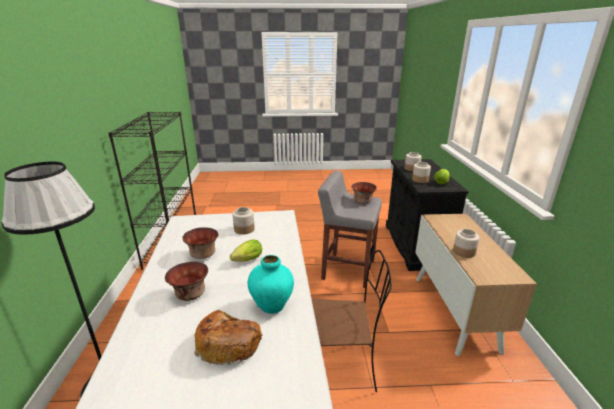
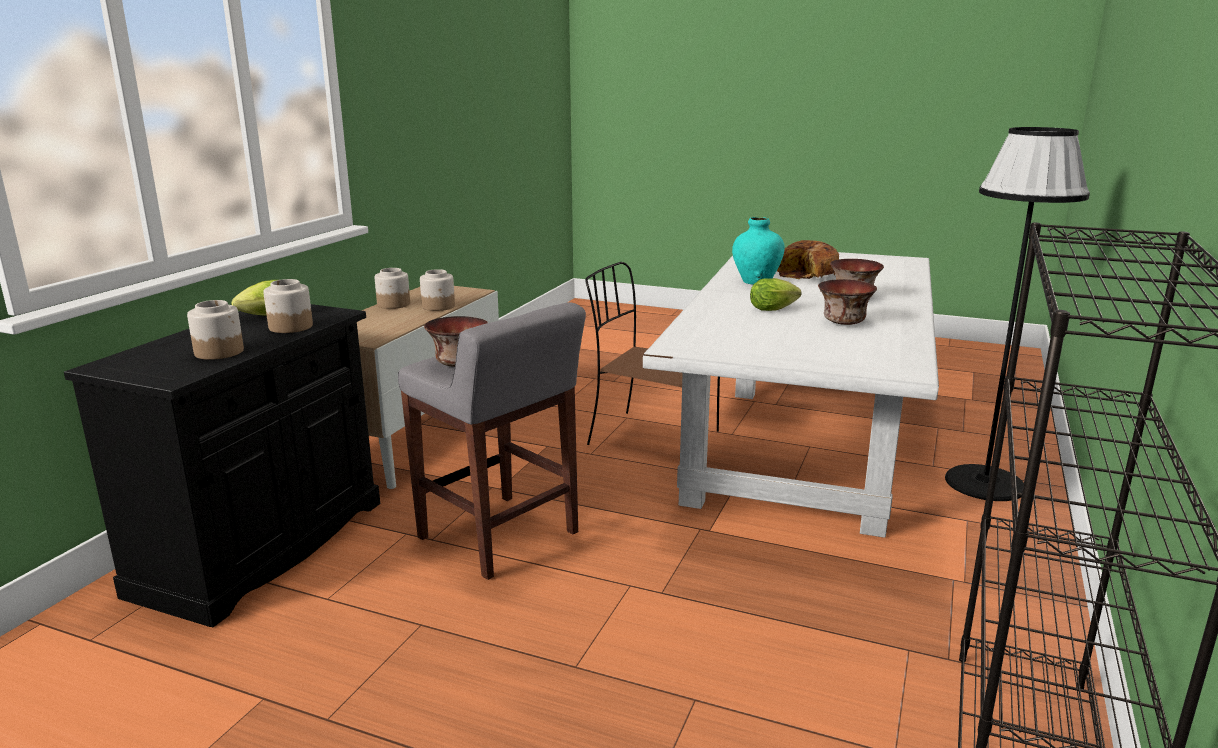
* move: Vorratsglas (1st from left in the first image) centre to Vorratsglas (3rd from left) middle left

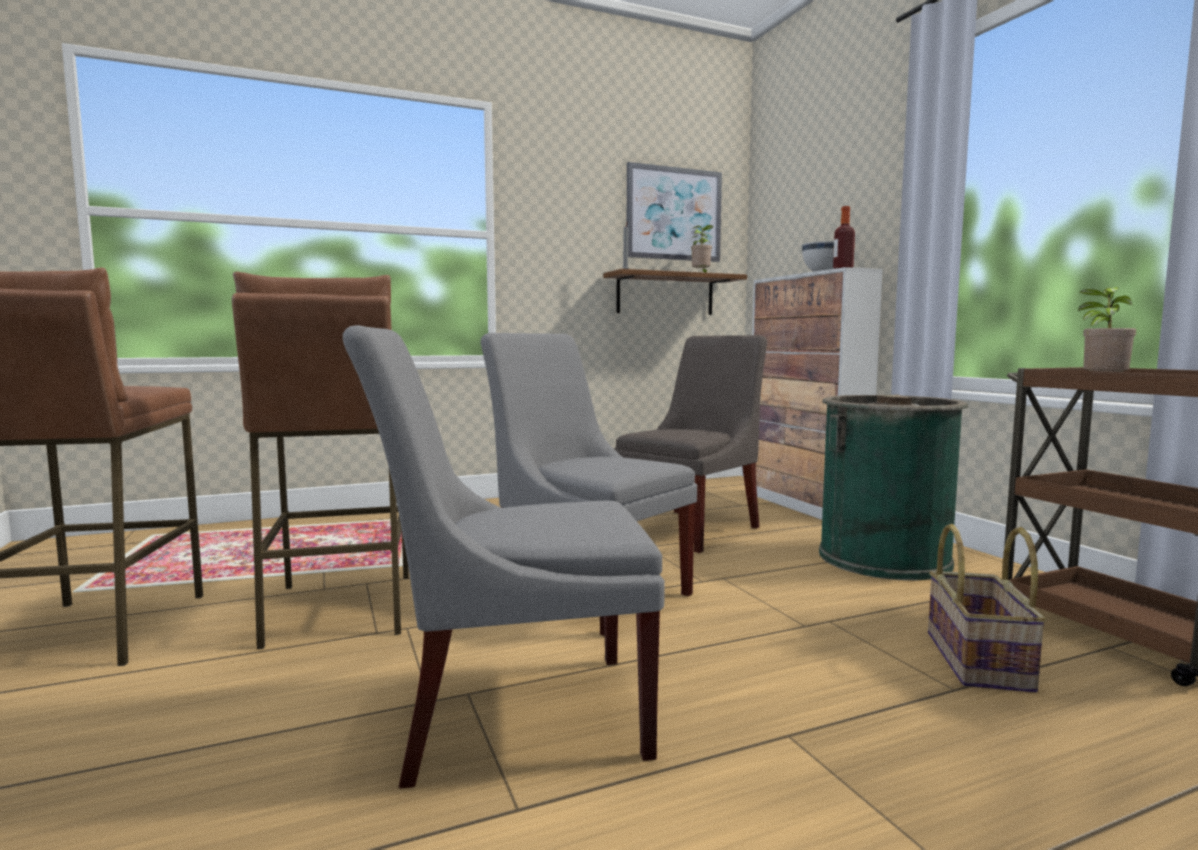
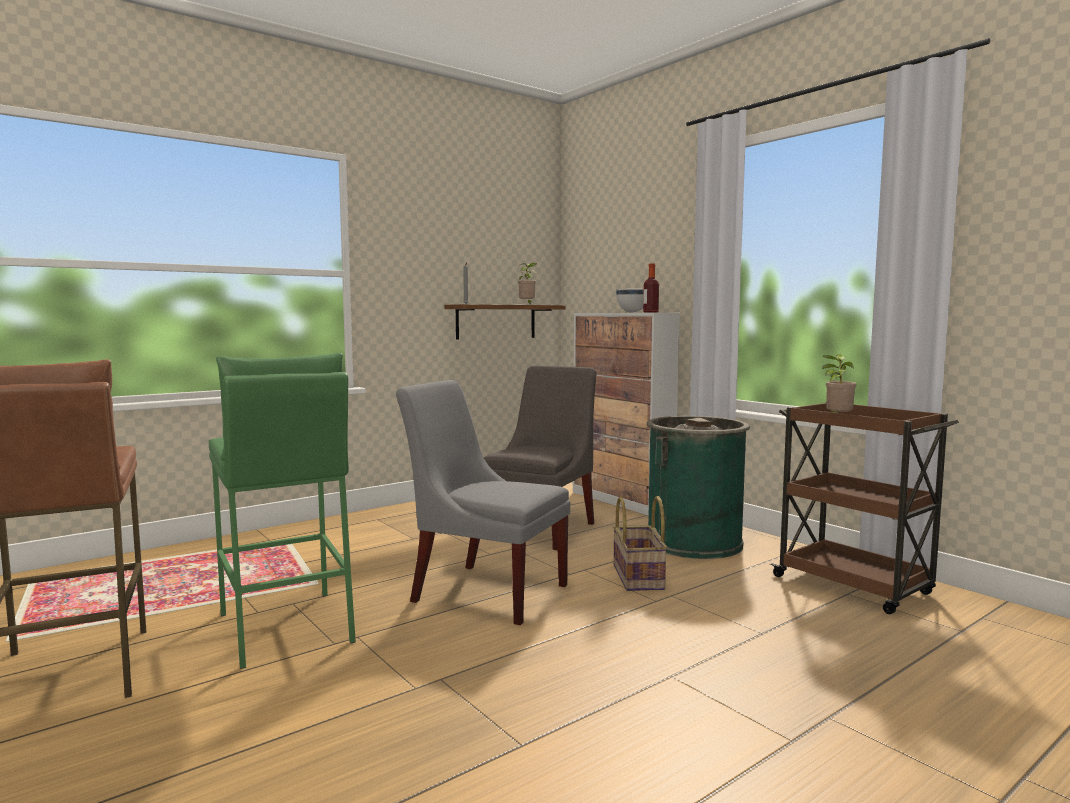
* recolor: Hocker/braun (2nd from left) middle left to Hocker/grün middle left
* delete: Stuhl/grau (1st from left) centre
* delete: Bild top centre
* move: Korb bottom right to bottom centre

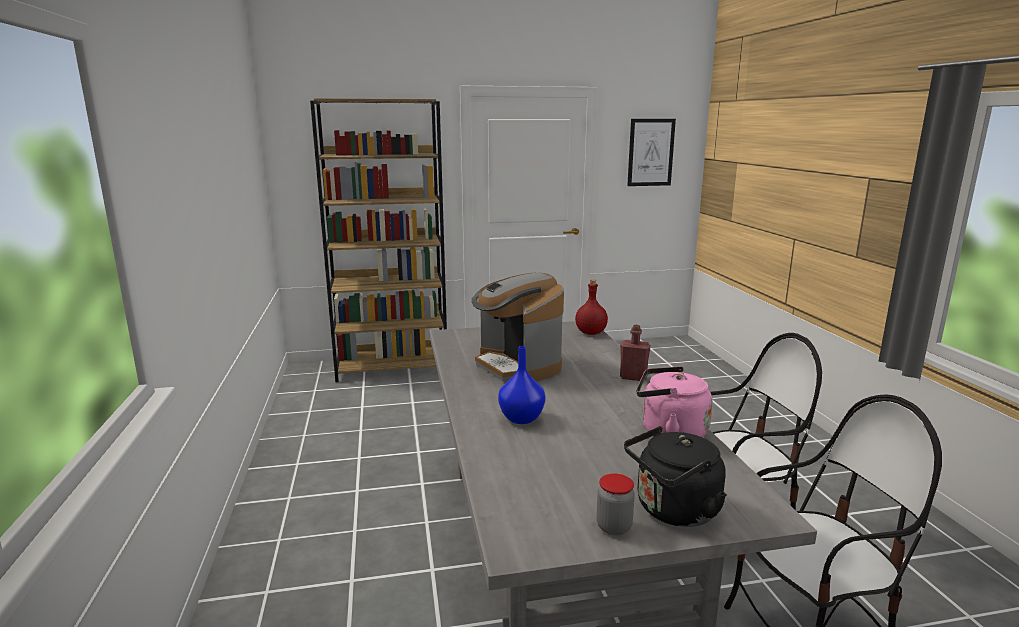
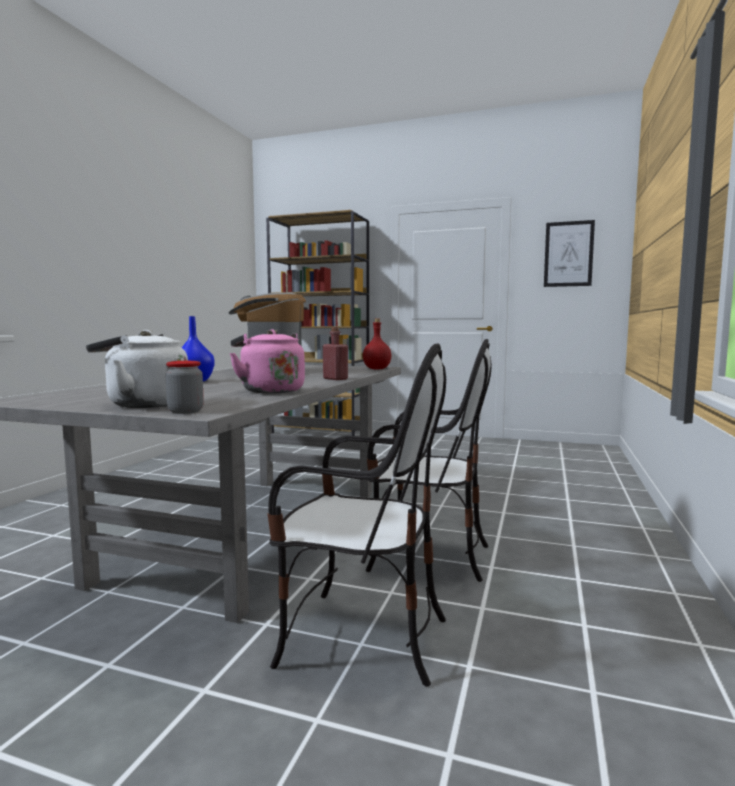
* move: Vorratsglas bottom centre to middle left
* recolor: Wasserkessel/schwarz bottom centre to Wasserkessel/weiß middle left

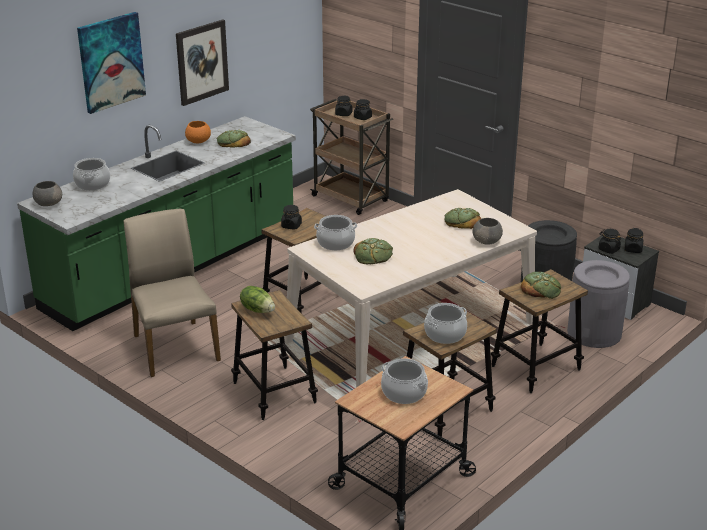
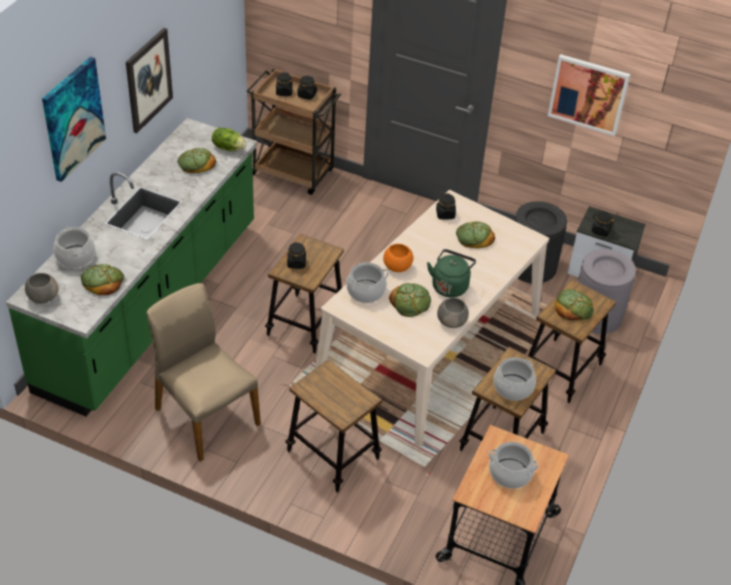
* move: Schüssel/orange top left to centre
* move: Salatkopf centre to top left
* move: Schüssel/grau (2nd from left) middle right to centre
* move: Vorratsglas/schwarz (5th from left in the first image) middle right to Vorratsglas/schwarz (4th from left) centre
* insert: Brot (1st from left) middle left
* insert: Wasserkessel/grün centre
* insert: Bild (3rd from left) top right

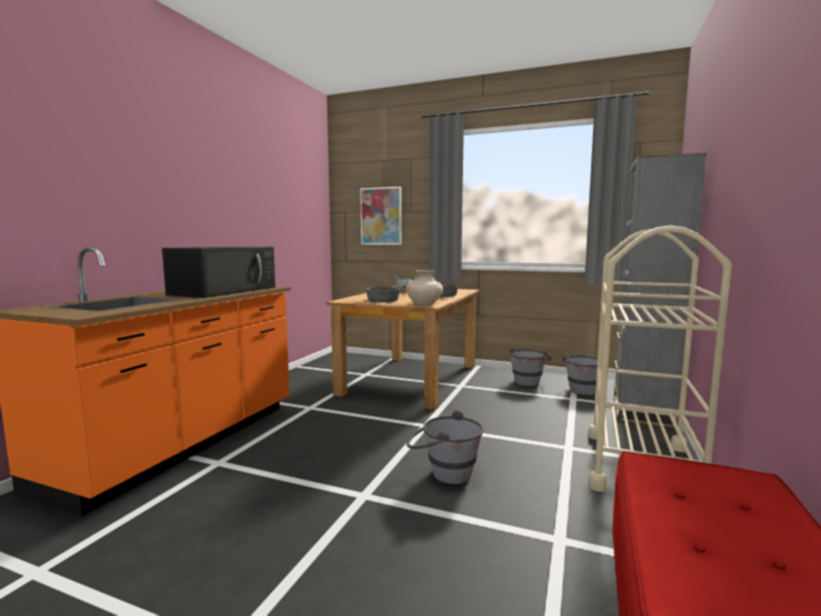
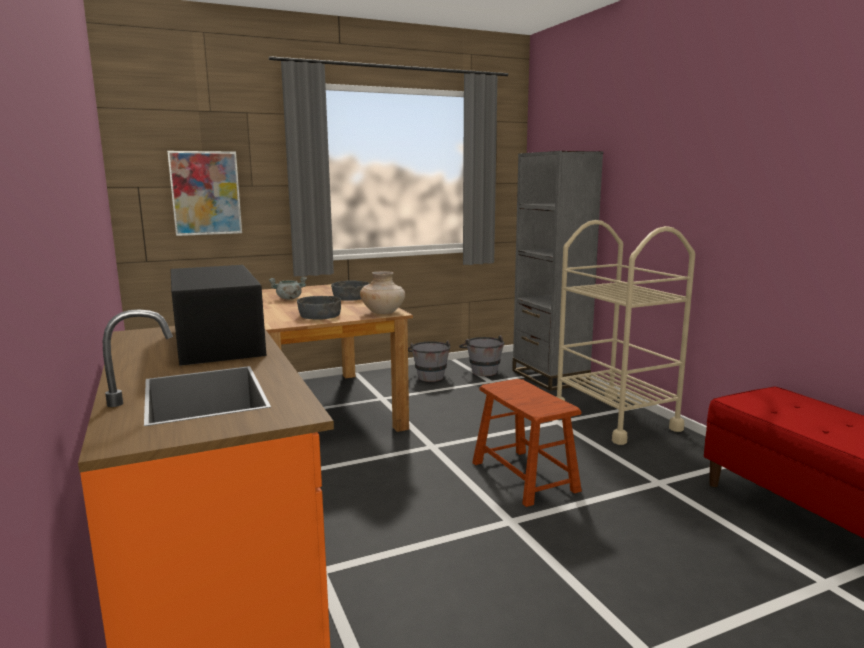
* replace: Eimer/grau (1st from left) bottom centre to Hocker/braun bottom centre

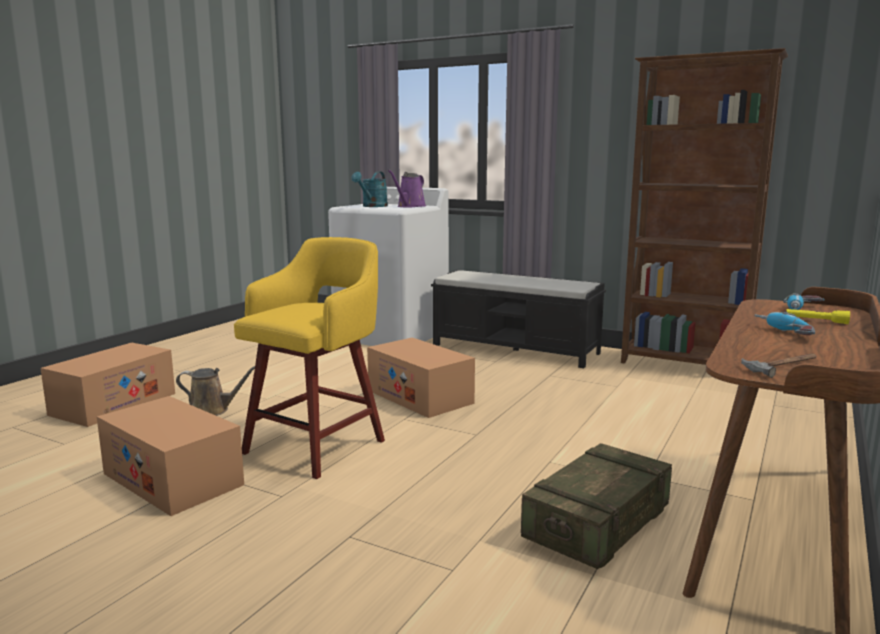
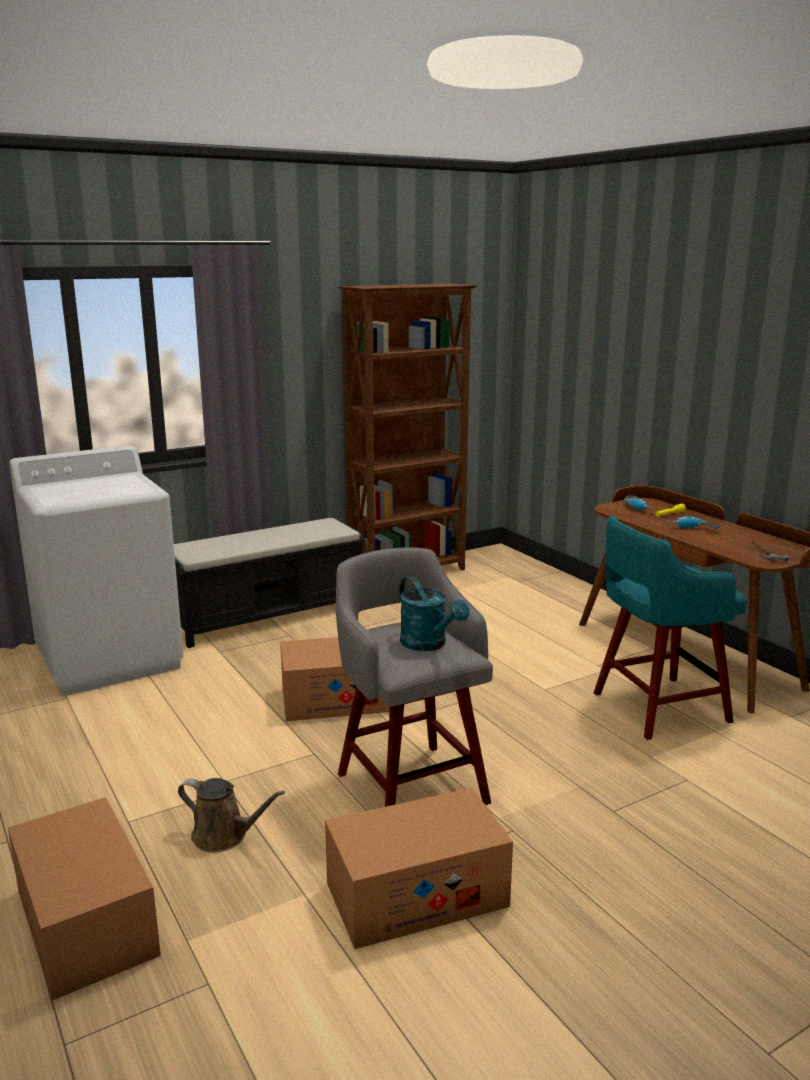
* rotate: Gießkanne/braun middle left = bottom left 75 degrees clockwise
* recolor: Hocker/gelb centre to Hocker/grau centre
* move: Gießkanne/türkis top centre to centre
* delete: Gießkanne/lila top centre
* replace: Kiste bottom right to Hocker/türkis middle right

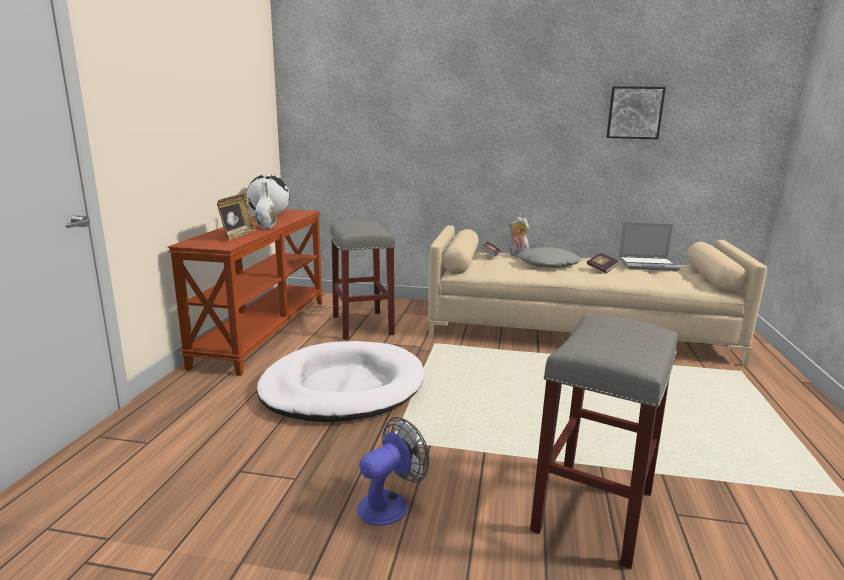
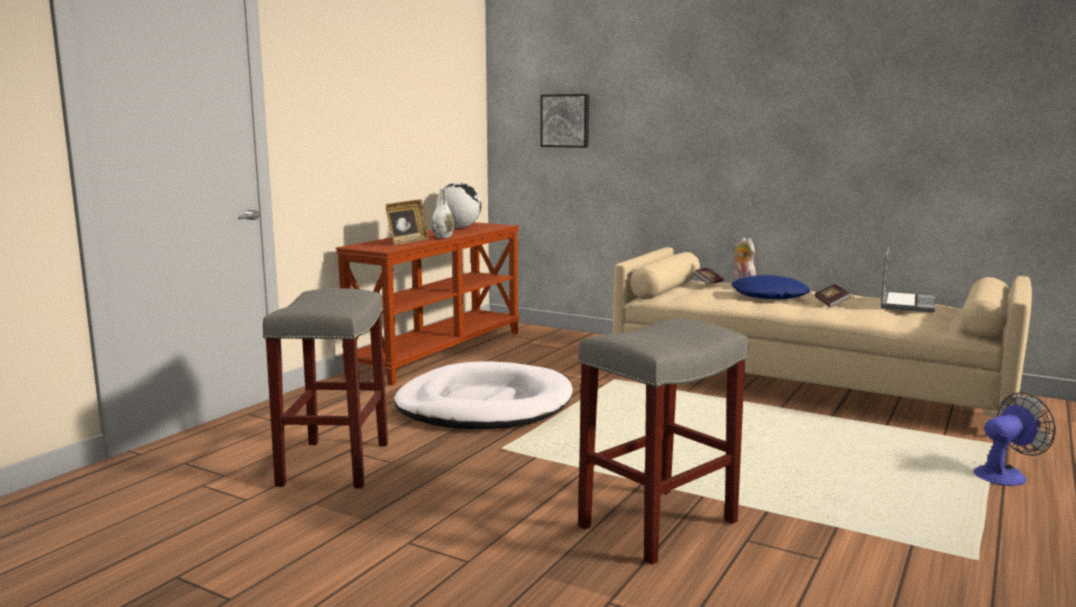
* move: Hocker/grau (1st from left) centre to middle left
* move: Ventilator bottom centre to bottom right
* recolor: Kissen/grau centre to Kissen/blau middle right
* move: Bild top right to top centre
* rotate: Laptop middle right = middle right 90 degrees counterclockwise

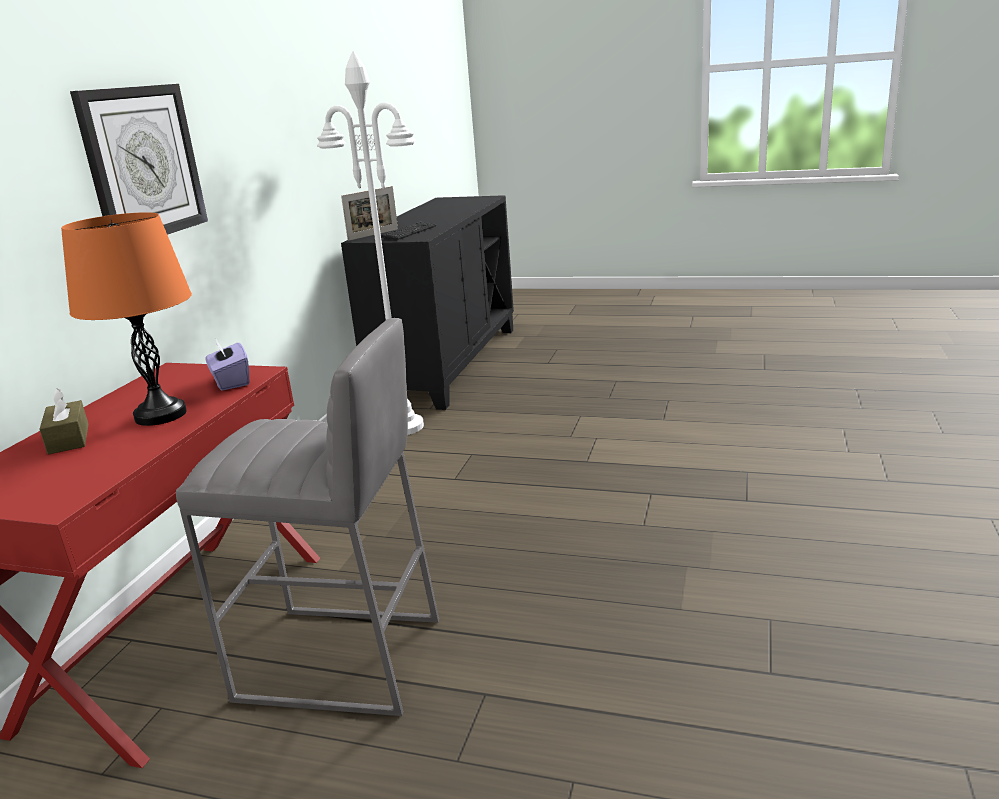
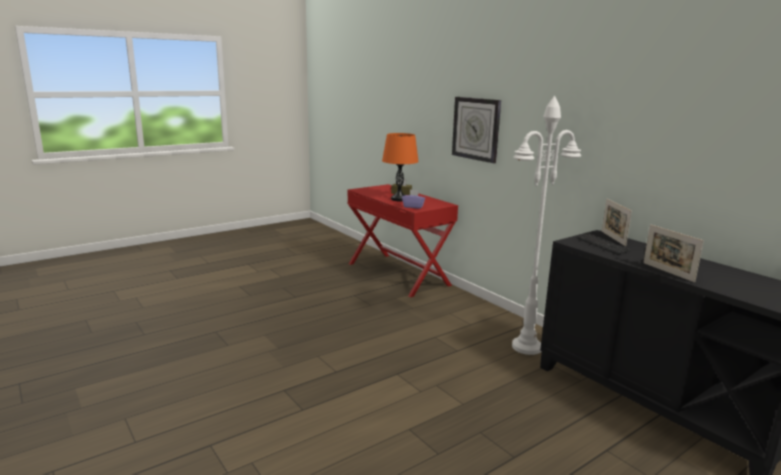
* delete: Hocker/grau middle left
* insert: Bilderrahmen (2nd from left) middle right

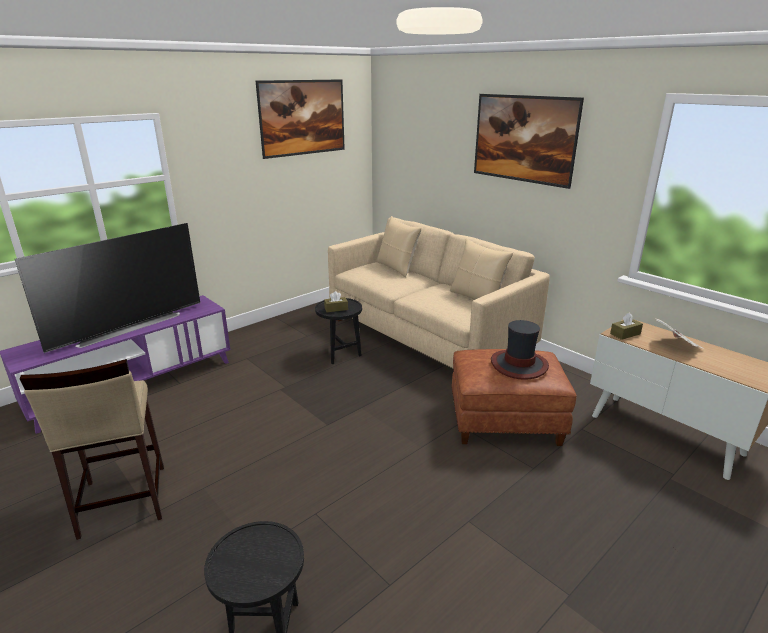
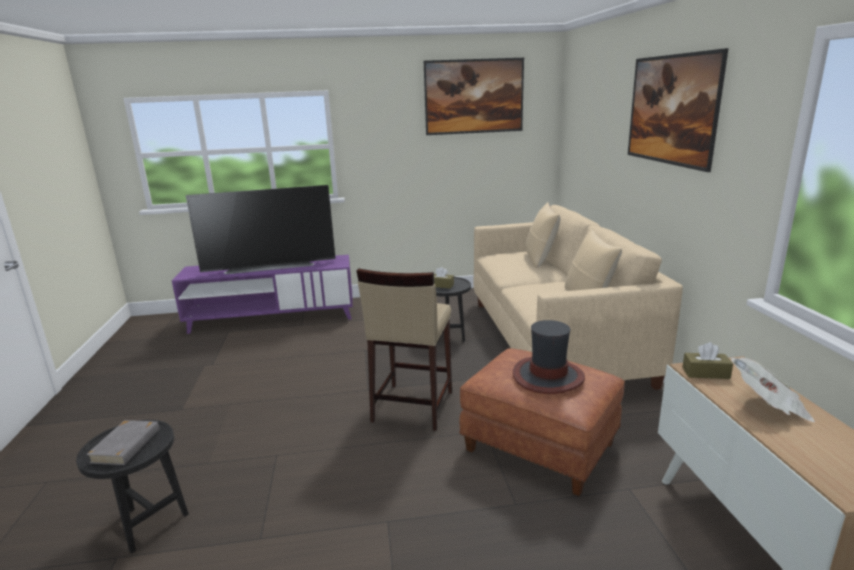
* move: Hocker/beige bottom left to centre
* insert: Buch/grau bottom left

